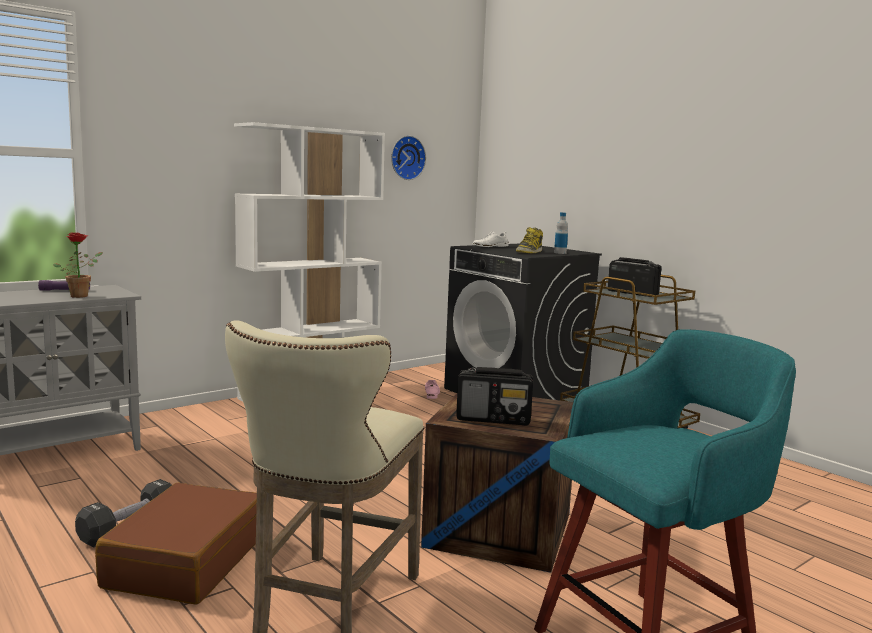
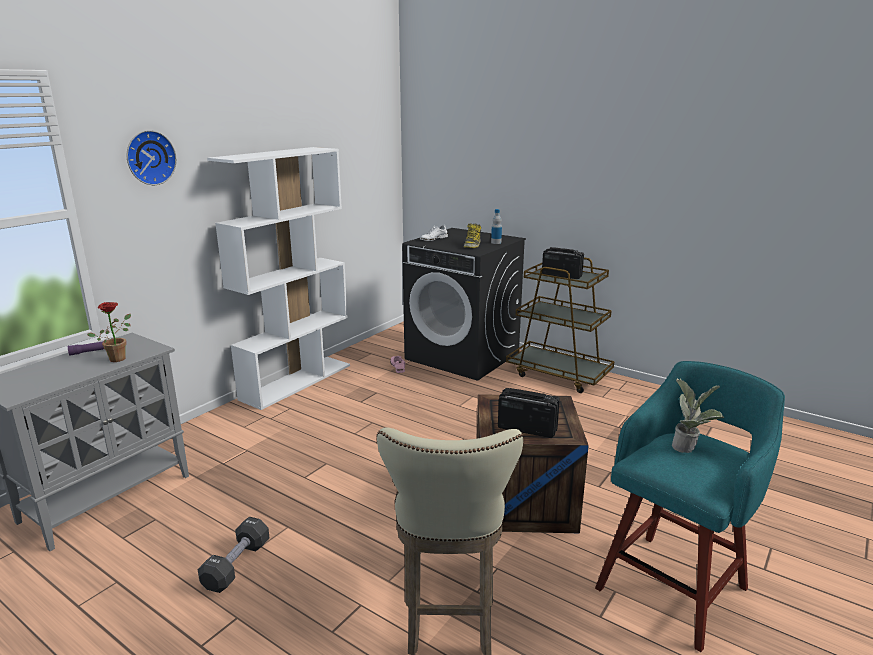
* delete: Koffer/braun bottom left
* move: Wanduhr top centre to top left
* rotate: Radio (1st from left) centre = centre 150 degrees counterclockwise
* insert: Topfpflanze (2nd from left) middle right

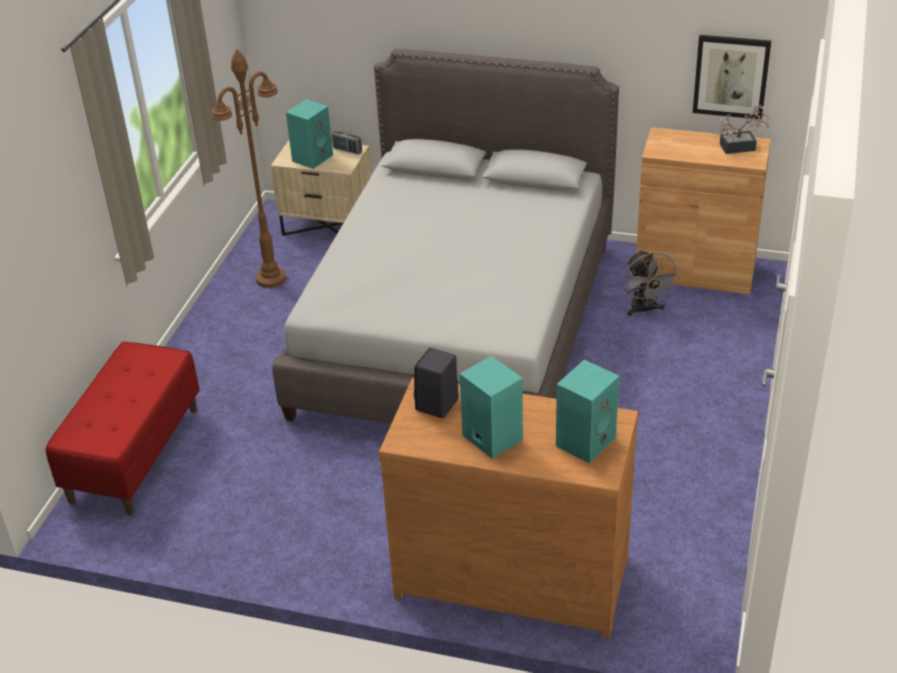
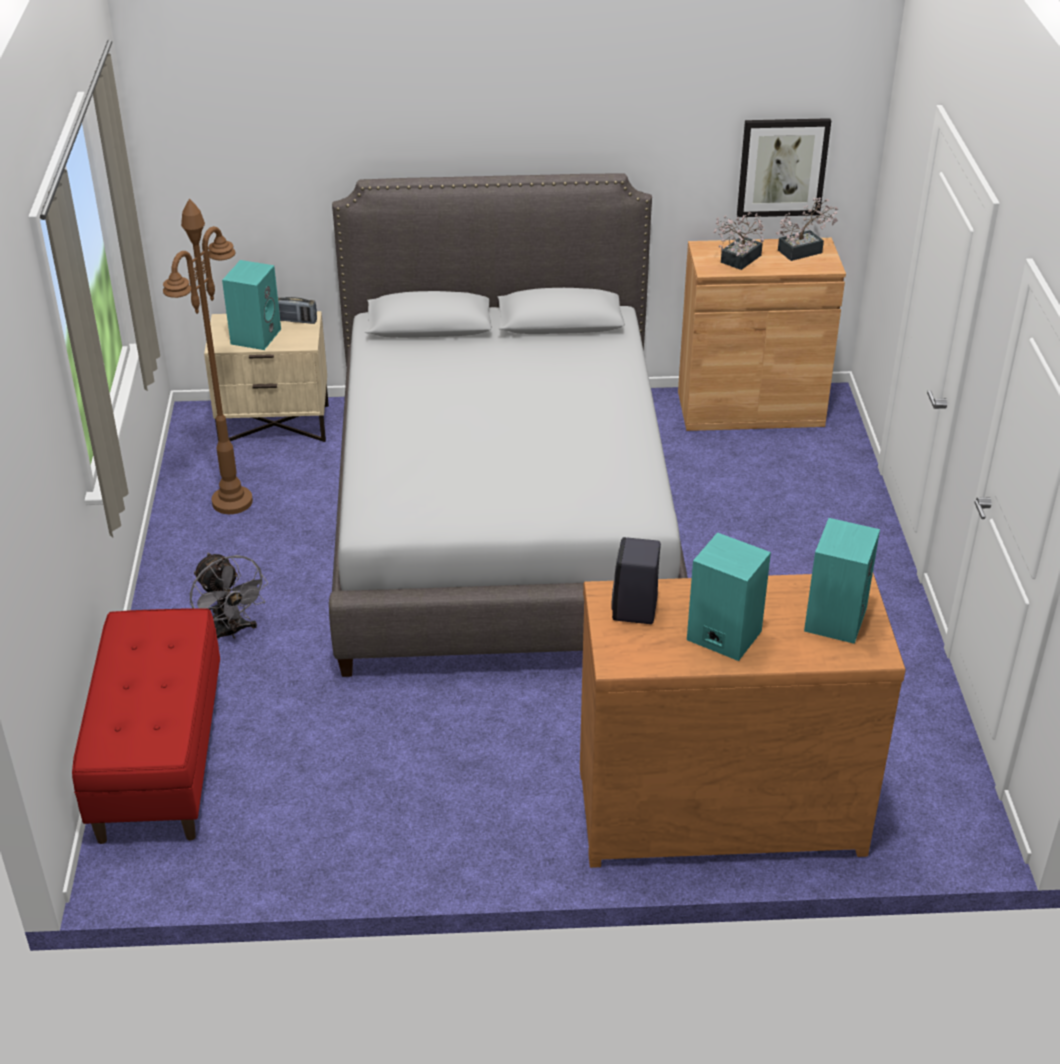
* move: Ventilator/grau middle right to middle left
* insert: Topfpflanze (1st from left) top right

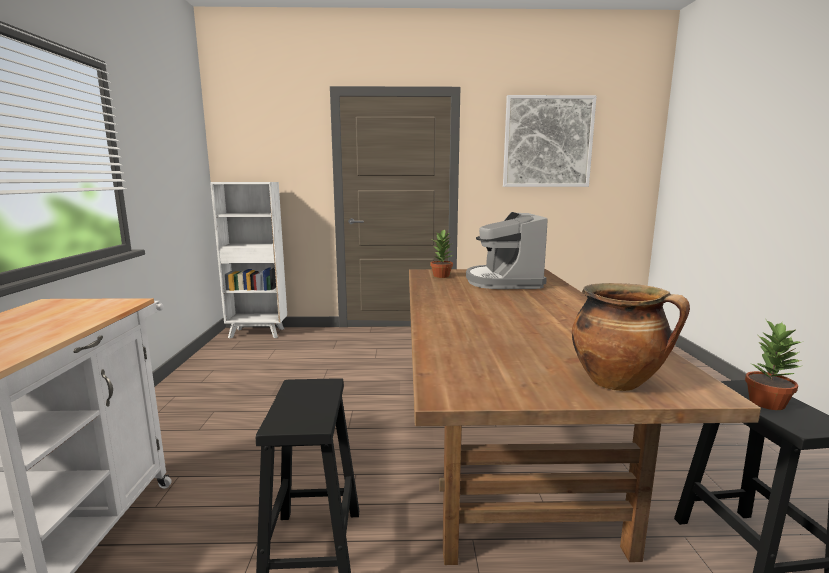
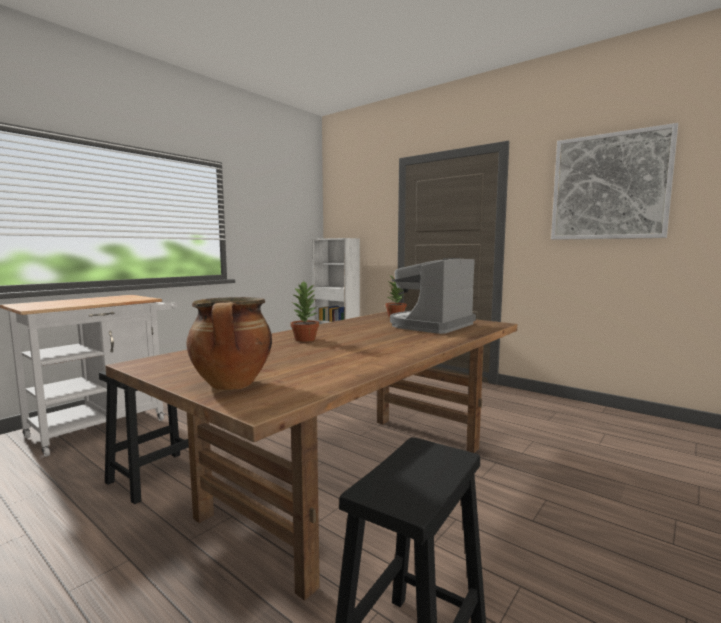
* move: Topfpflanze (2nd from left in the first image) middle right to Topfpflanze (1st from left) centre

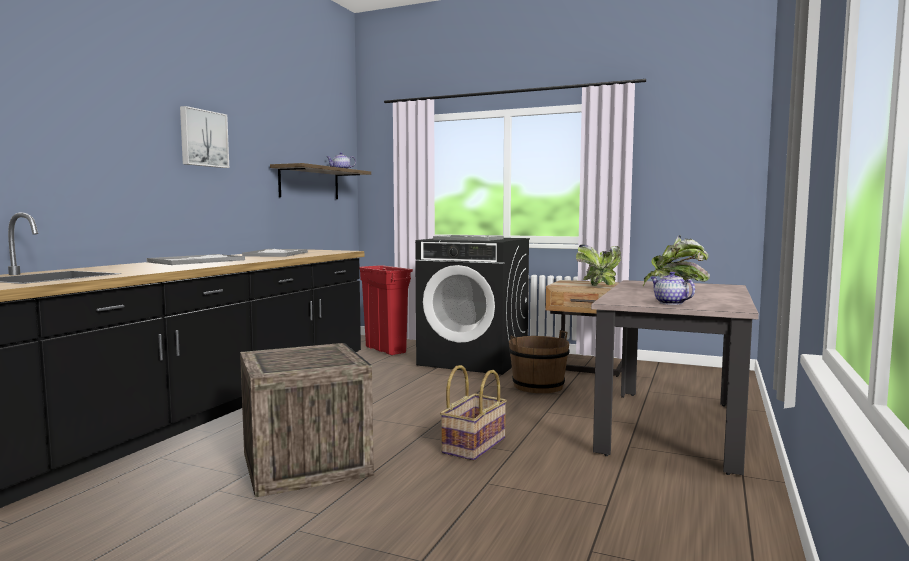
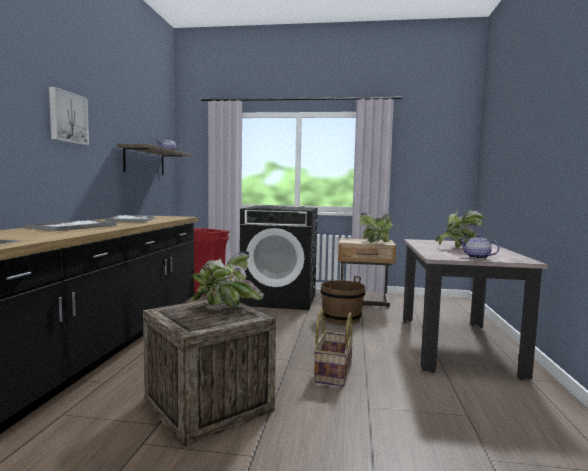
* insert: Topfpflanze (1st from left) centre

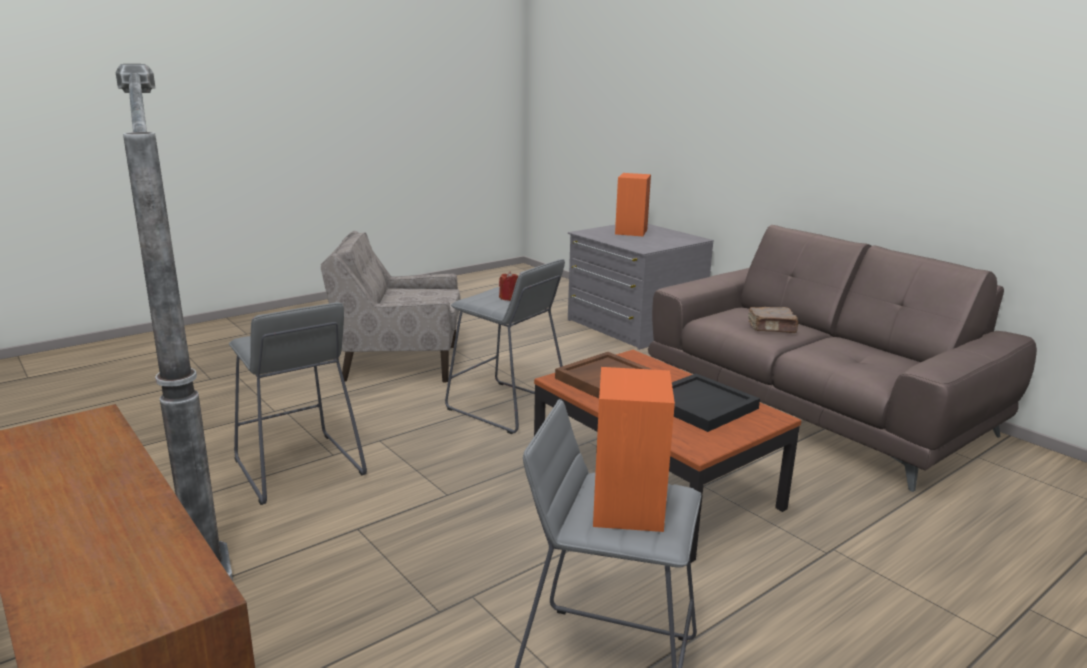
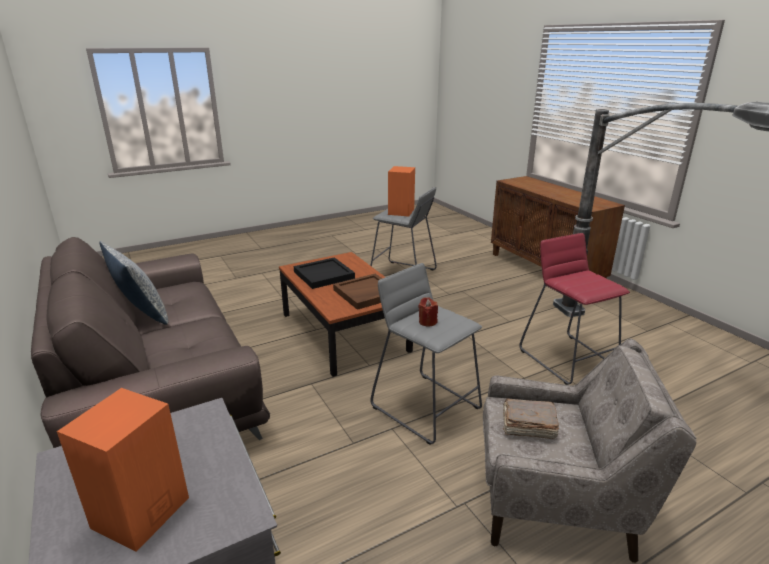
* recolor: Hocker/grau (1st from left) middle left to Hocker/rot middle right
* move: Buch/braun middle right to bottom right
* insert: Kissen middle left

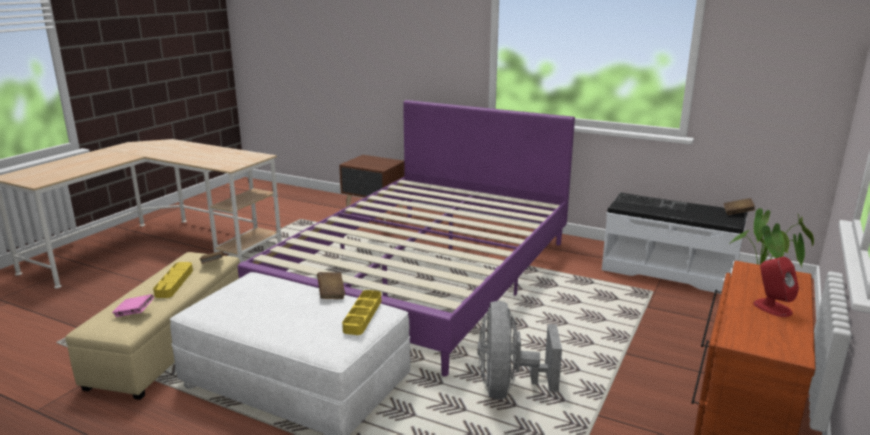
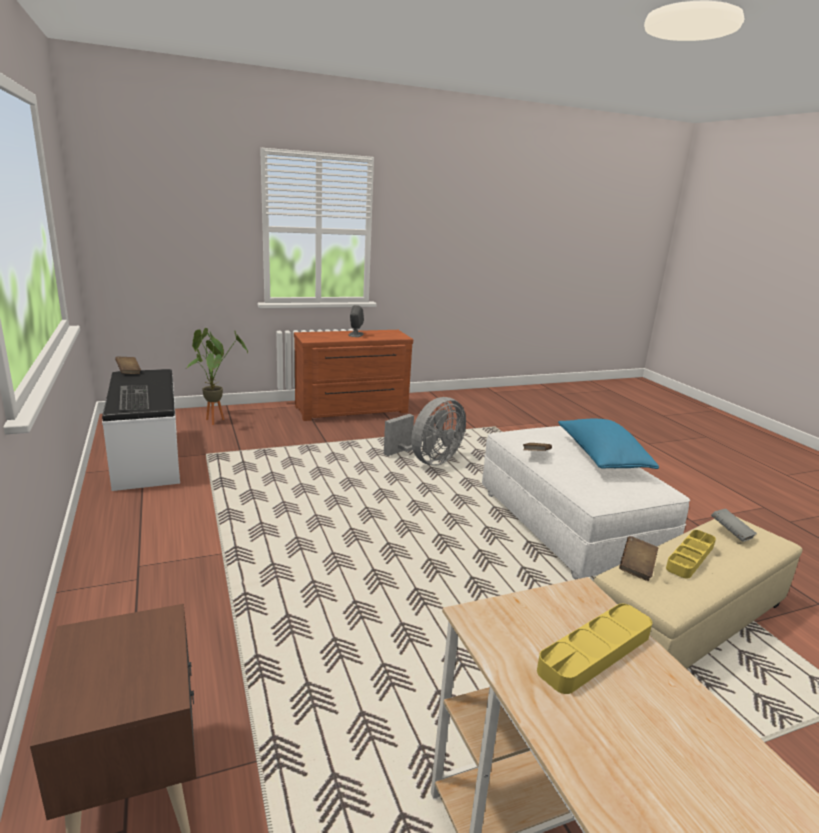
* recolor: Buch/rosa bottom left to Buch/grau middle right
* delete: Bett/lila centre
* move: Tablett/gelb (2nd from left in the first image) bottom centre to Tablett/gelb (1st from left) bottom right
* recolor: Lautsprecher/rot middle right to Lautsprecher/grau centre
* insert: Kissen/blau middle right

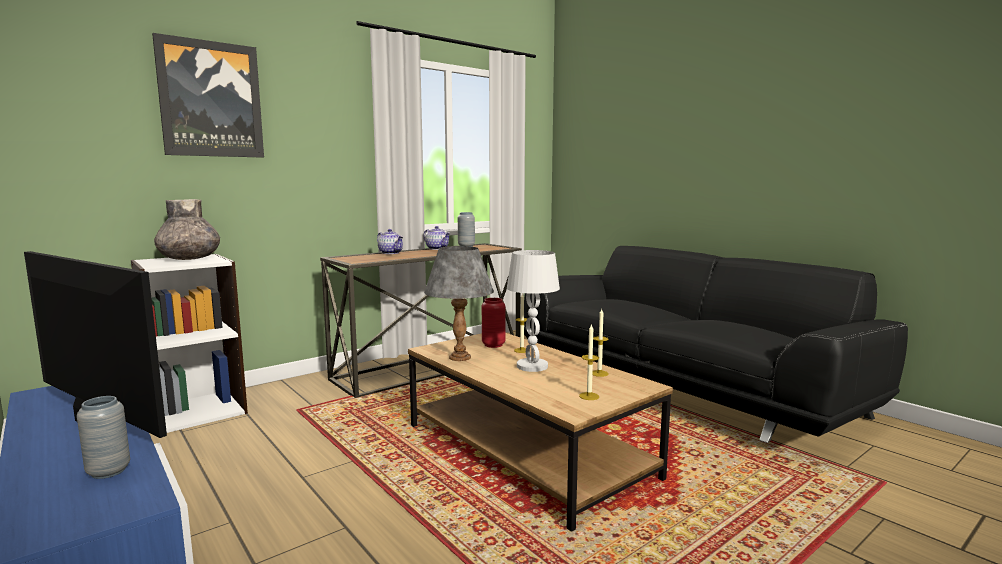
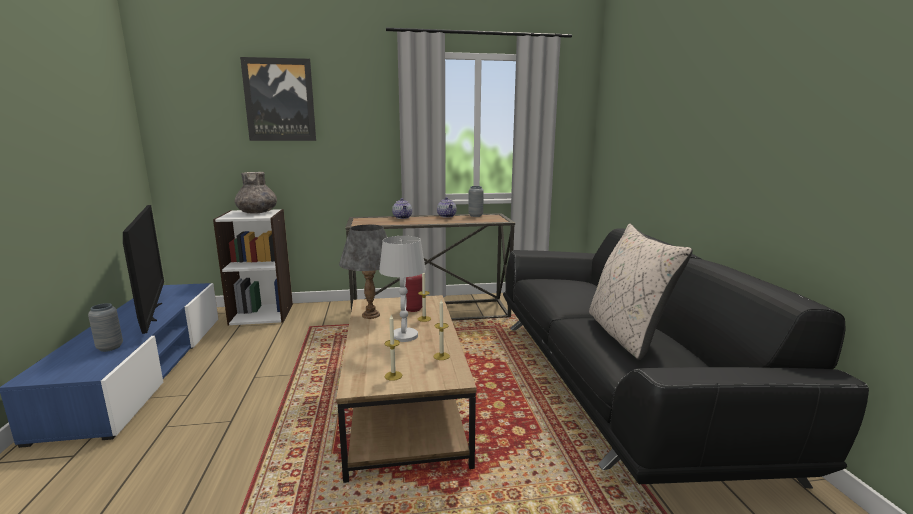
* insert: Kissen/beige middle right

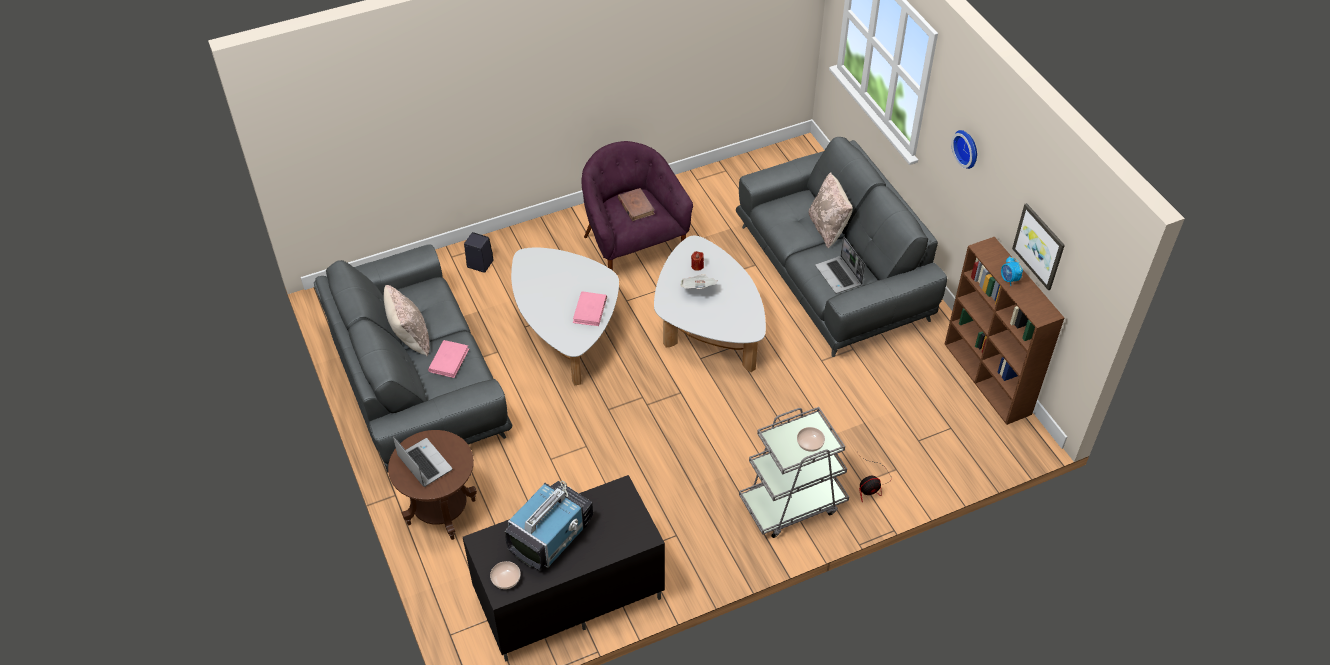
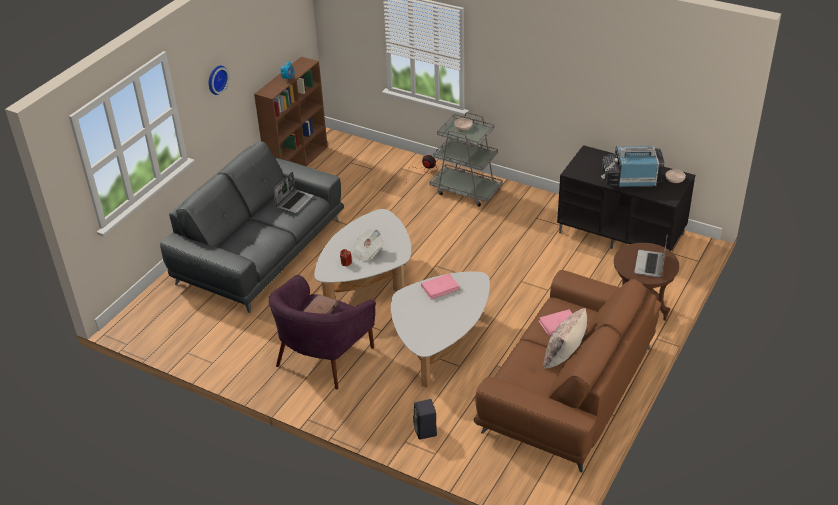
* recolor: Sofa/grau (1st from left) middle left to Sofa/braun bottom right
* delete: Kissen/beige (2nd from left) top centre
* delete: Bild middle right

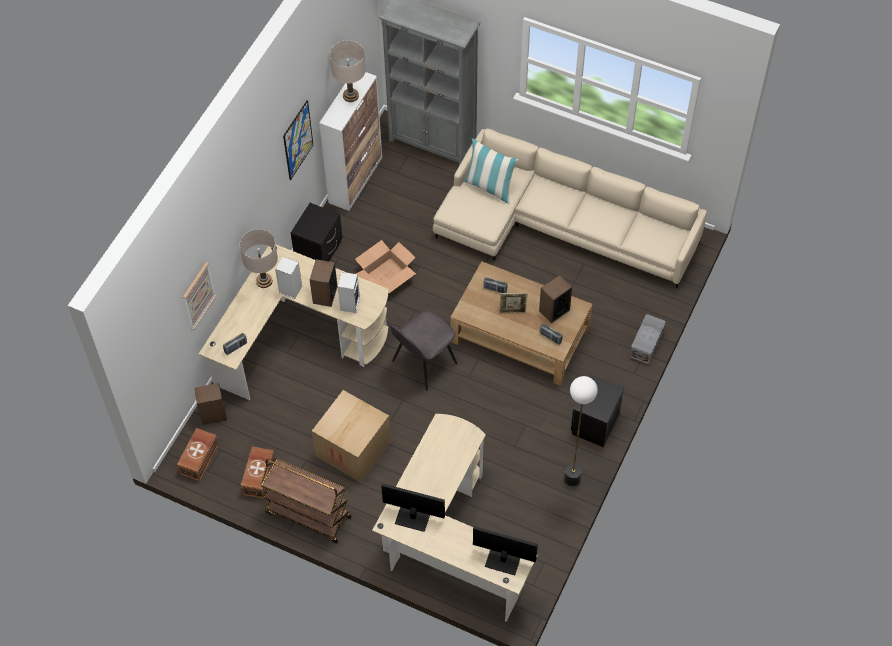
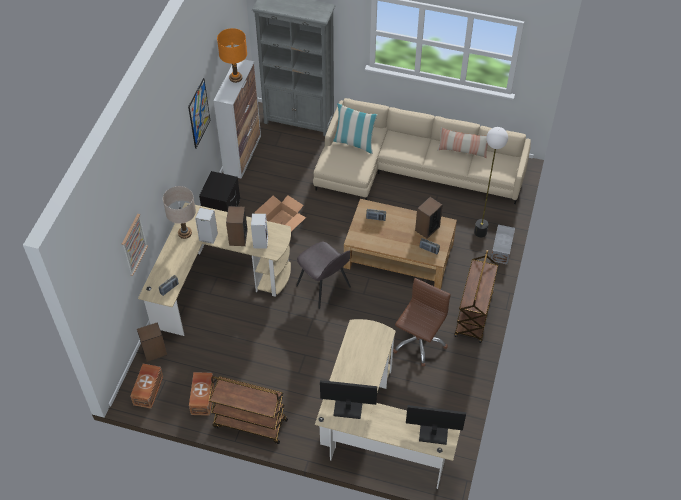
* delete: Karton (1st from left) bottom centre
* recolor: Tischlampe/beige (2nd from left) top centre to Tischlampe/orange top centre
* rotate: Stuhl/grau centre = centre 75 degrees counterclockwise
* delete: Bilderrahmen centre
* move: Stehlampe bottom centre to middle right
* replace: Nachttisch/schwarz (2nd from left) middle right to Rollwagen/braun (2nd from left) middle right
* insert: Bürostuhl/braun centre
* insert: Kissen (2nd from left) top right

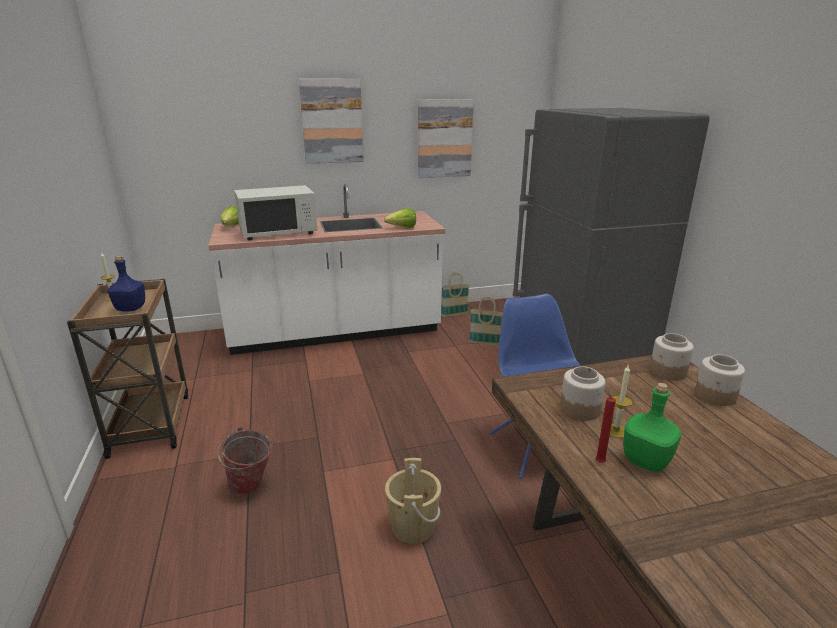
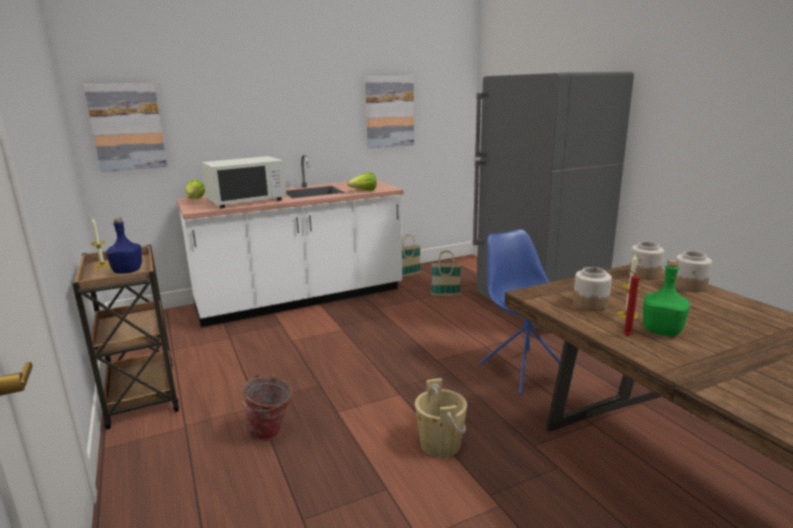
* move: Bild (1st from left) top centre to top left

